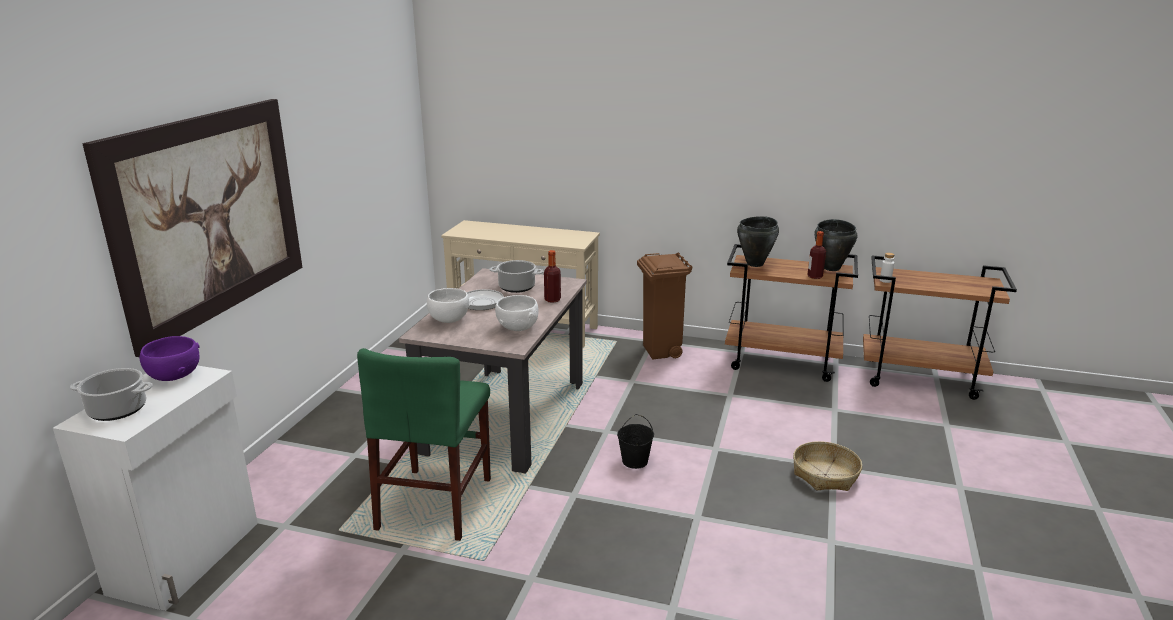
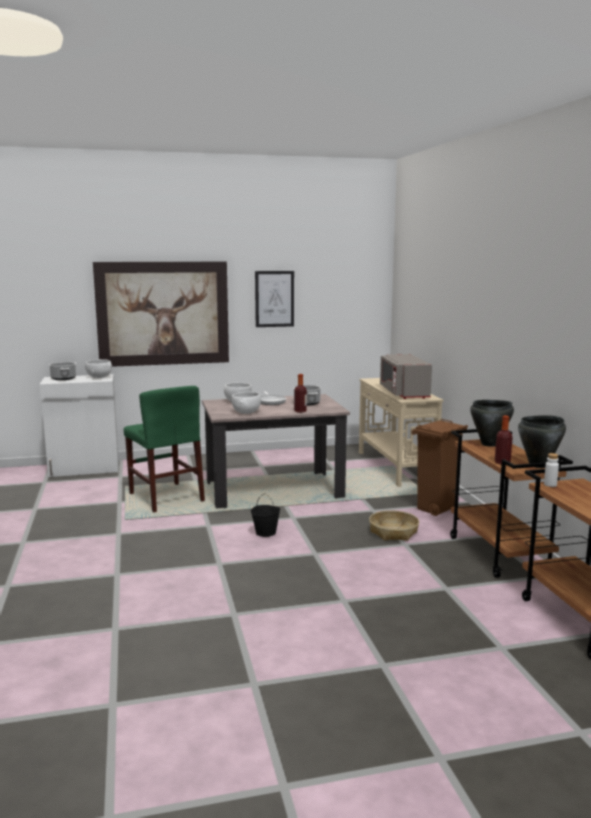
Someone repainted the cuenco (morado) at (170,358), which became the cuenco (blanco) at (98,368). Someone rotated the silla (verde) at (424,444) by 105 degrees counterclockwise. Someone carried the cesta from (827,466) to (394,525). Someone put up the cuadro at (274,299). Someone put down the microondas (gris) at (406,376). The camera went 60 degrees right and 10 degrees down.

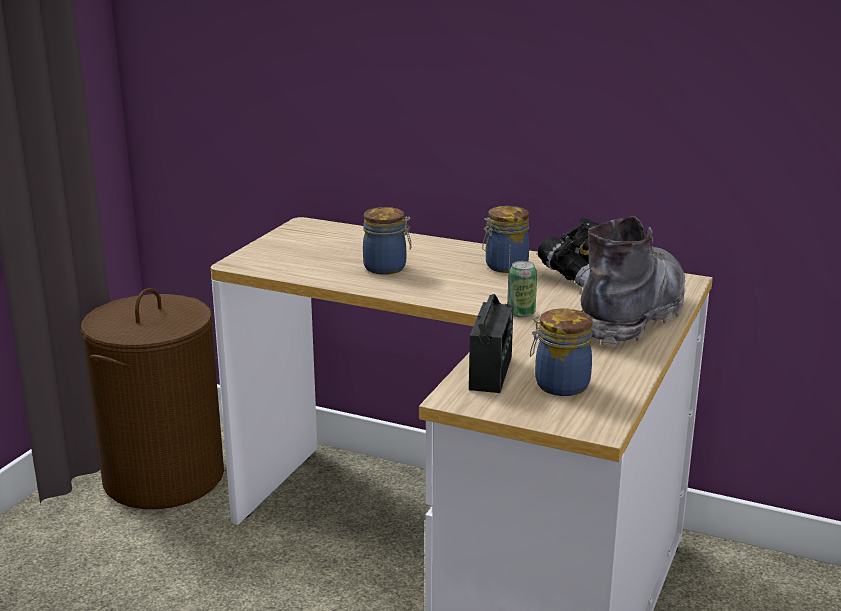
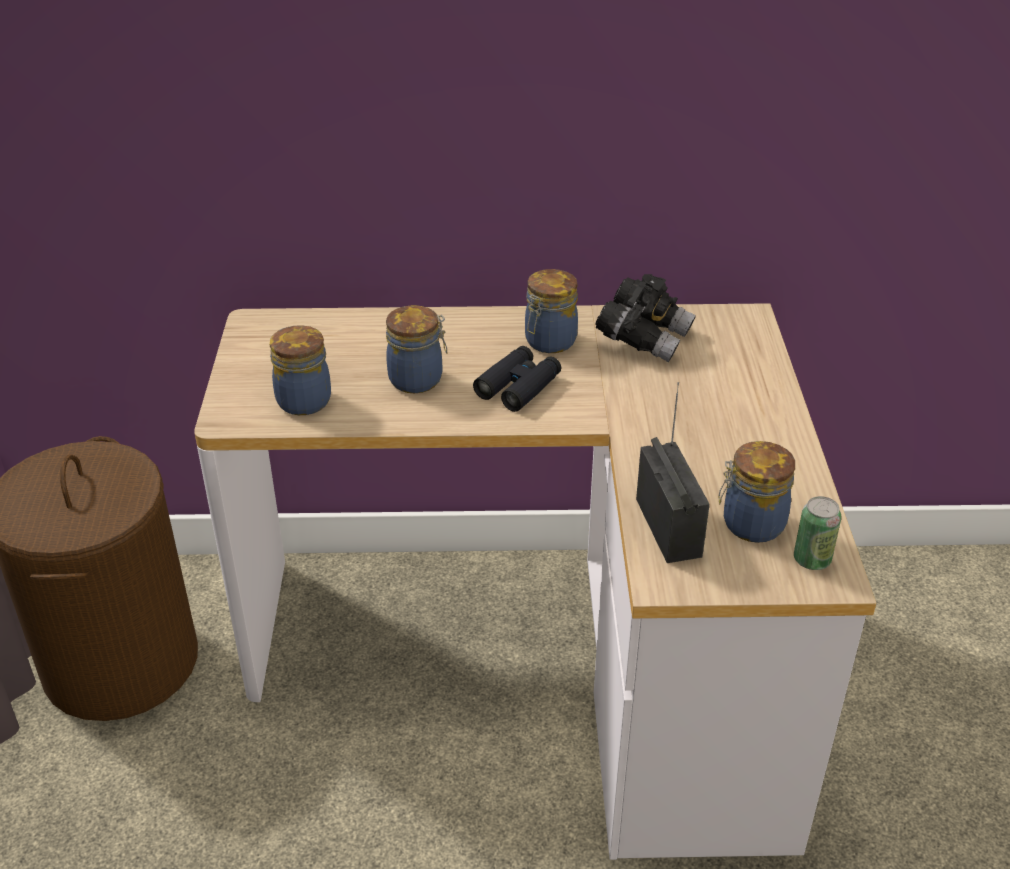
Someone carried the lata from (523,289) to (817,533). Someone took away the bota (gris) at (633,281). Someone put down the tarro at (300,370). Someone put down the prismáticos (negro) at (517,379). The camera went 25 degrees left and 15 degrees up.

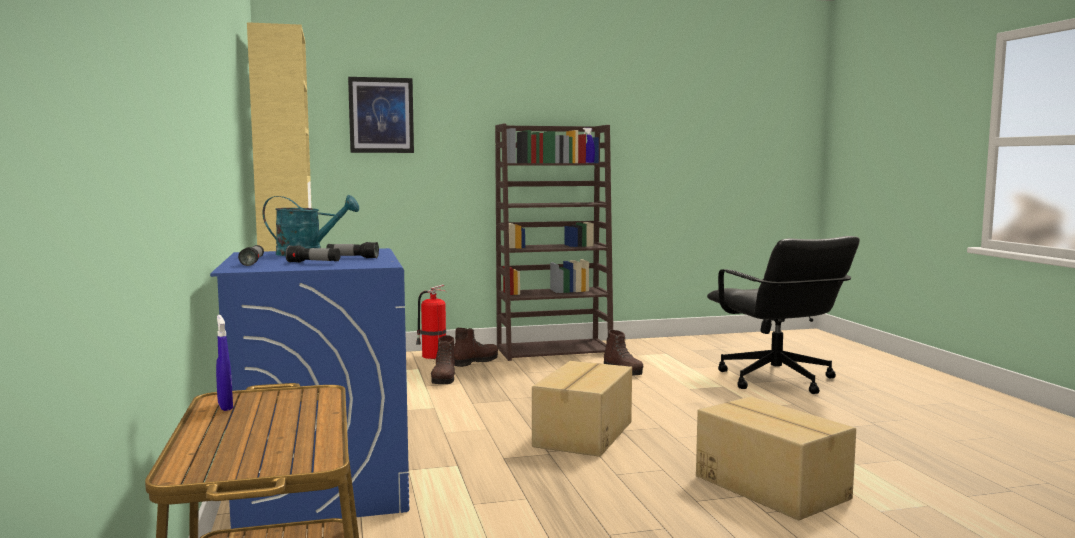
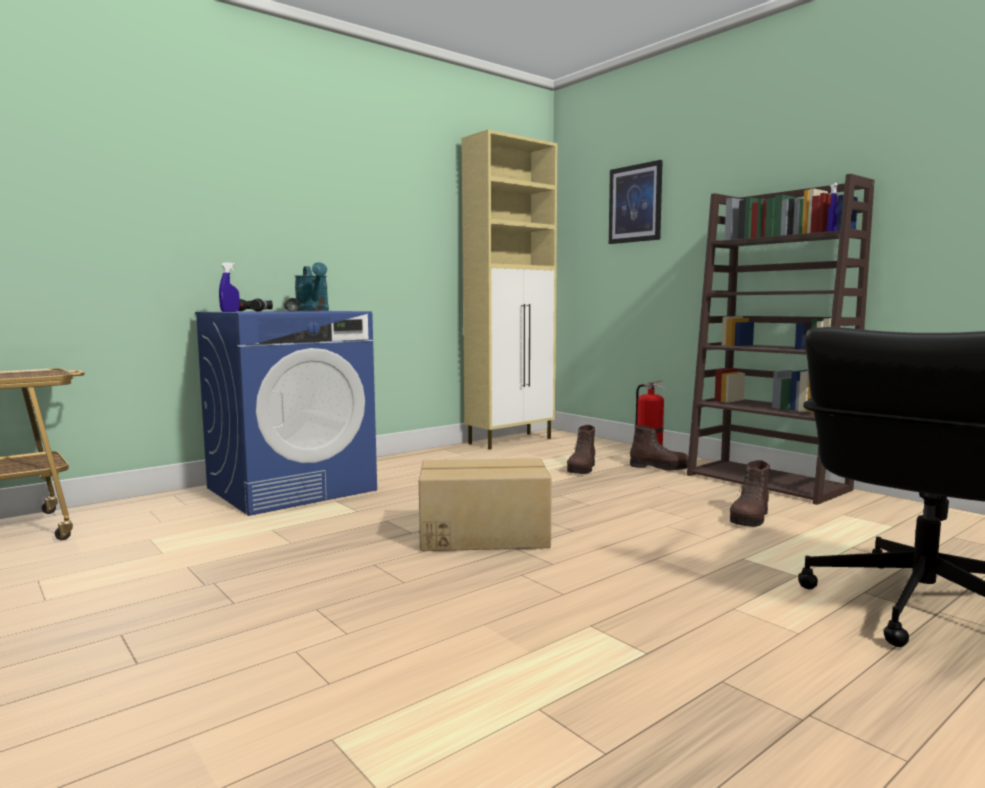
Someone carried the pulverizador (azul) from (224,363) to (229,287). Someone rotated the bota (marrón) at (443,359) by 45 degrees counterclockwise. Someone took away the caja de cartón at (776,458). The camera went 65 degrees right and 0 degrees up.

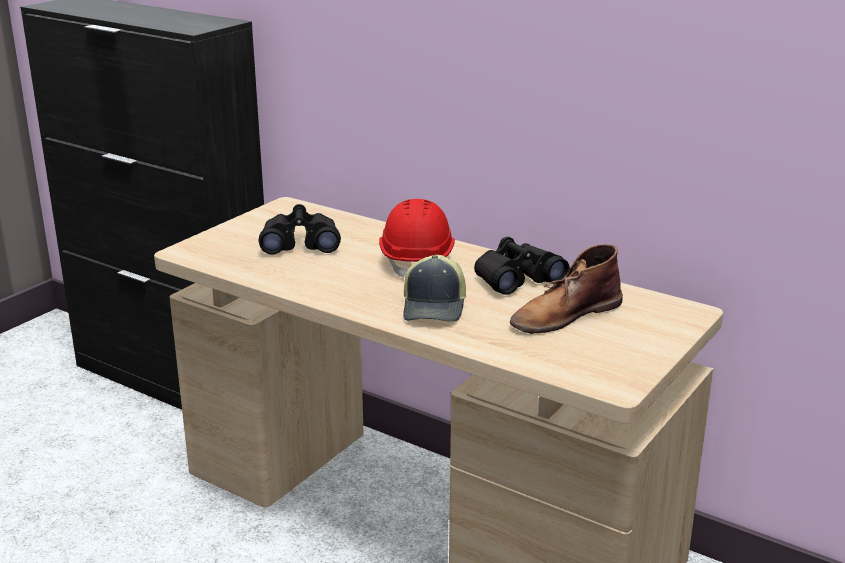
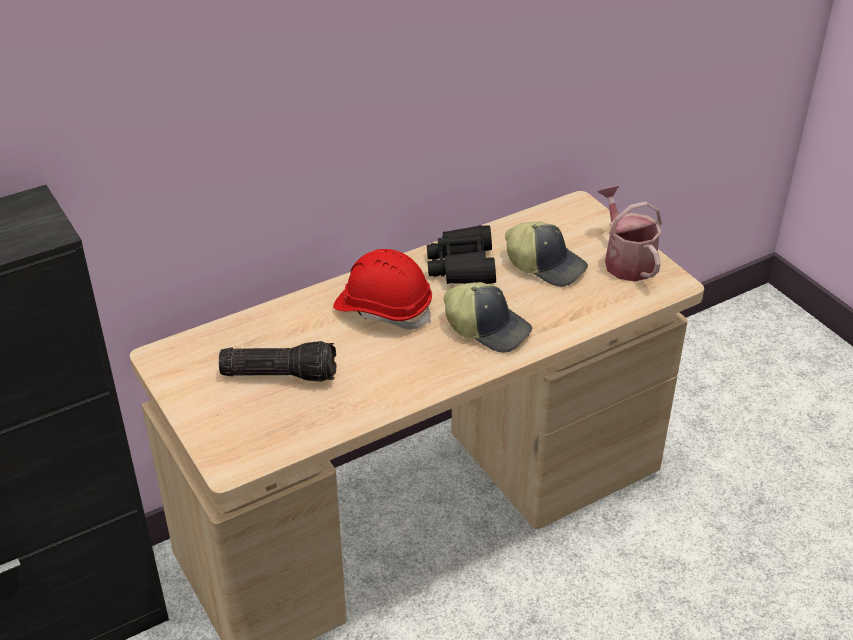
Someone swapped the prismáticos (negro) at (299,229) for the linterna at (277,361). Someone swapped the bota (marrón) at (566,289) for the gorra at (546,254). Someone put down the regadera at (630,233). The camera went 65 degrees left and 15 degrees up.

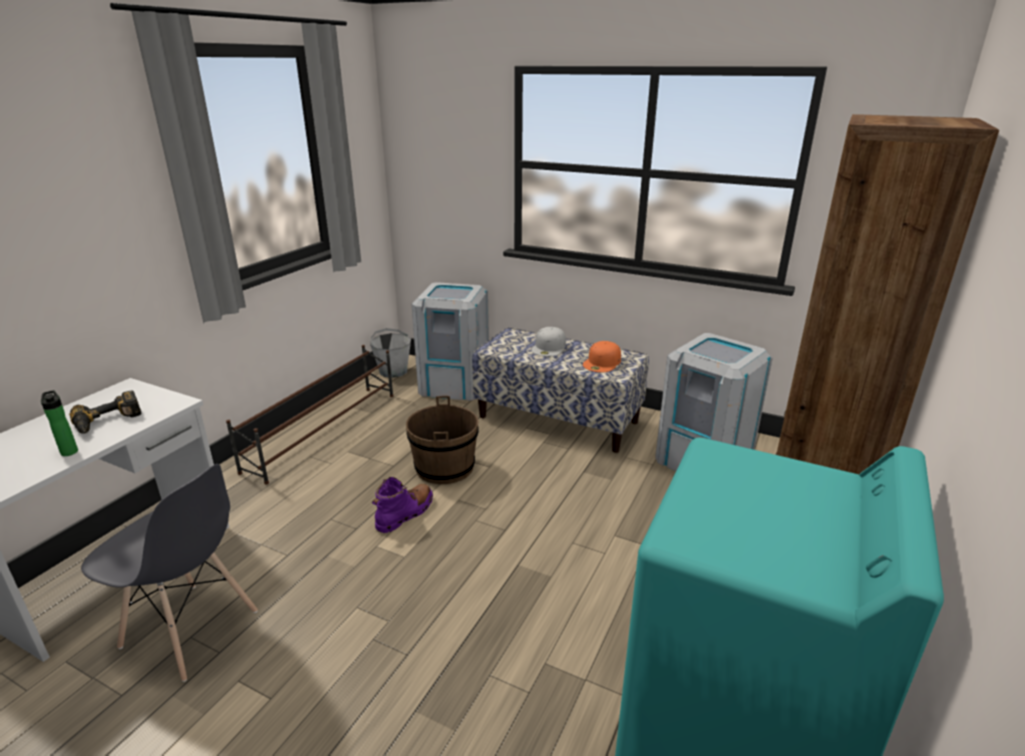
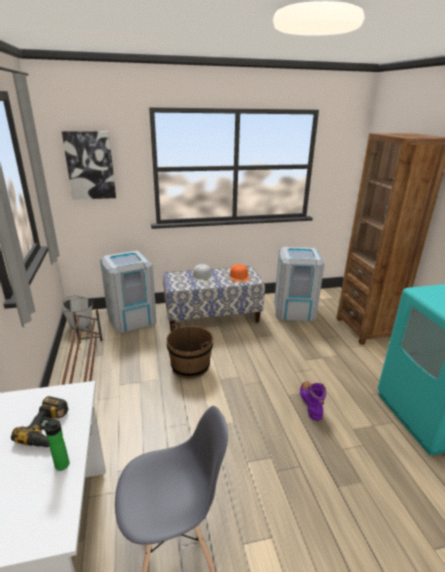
Someone carried the bota (morado) from (402,505) to (313,401). Someone put up the cuadro at (89,165). The camera went 40 degrees left and 0 degrees up.

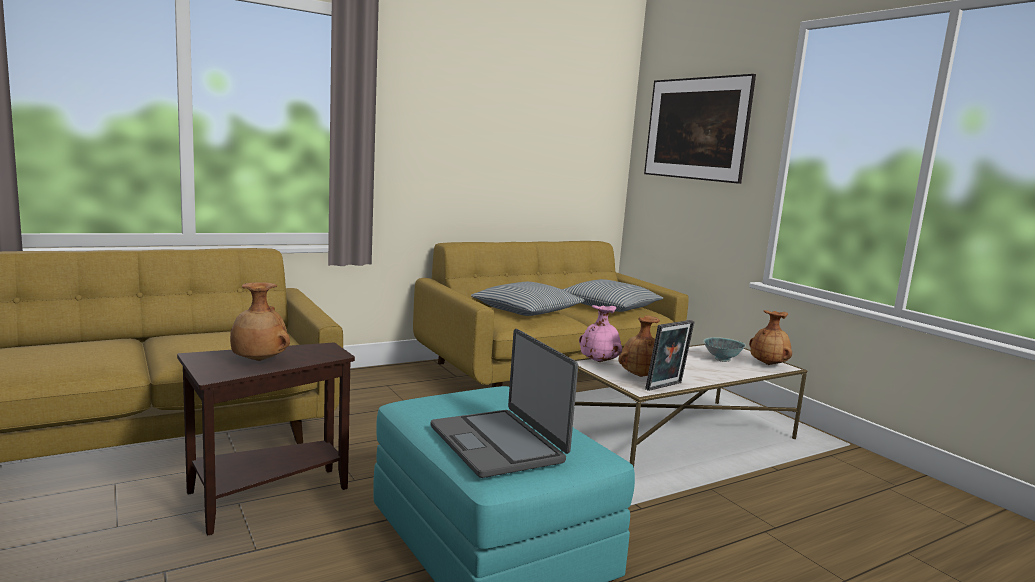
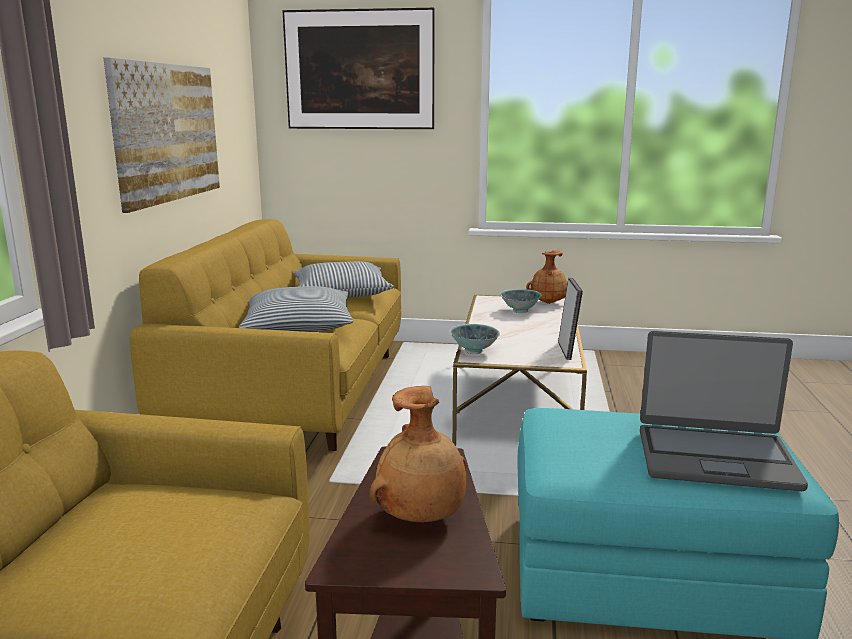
Someone swapped the florero (rosa) at (600,333) for the cuenco at (474,339). Someone took away the florero (marrón) at (639,346). Someone put up the cuadro at (162,135). The camera went 50 degrees left and 5 degrees up.

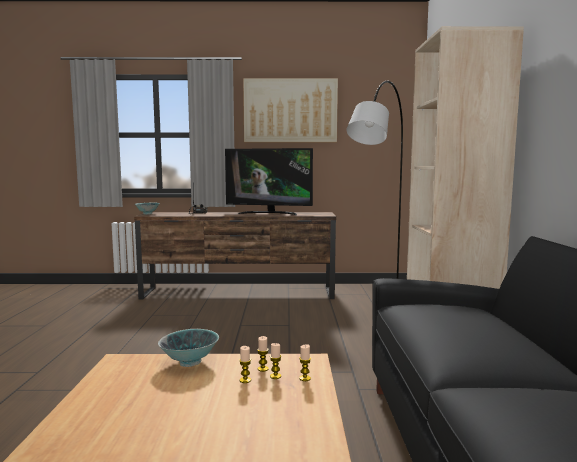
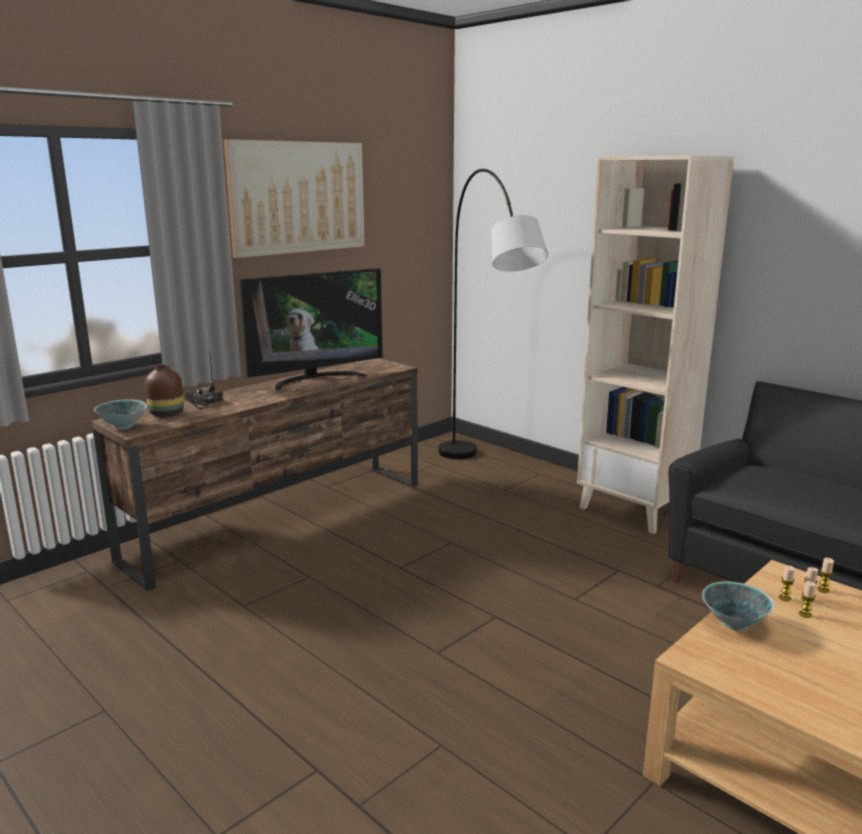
Someone put down the florero (marrón) at (164,391). The camera went 45 degrees left and 10 degrees up.

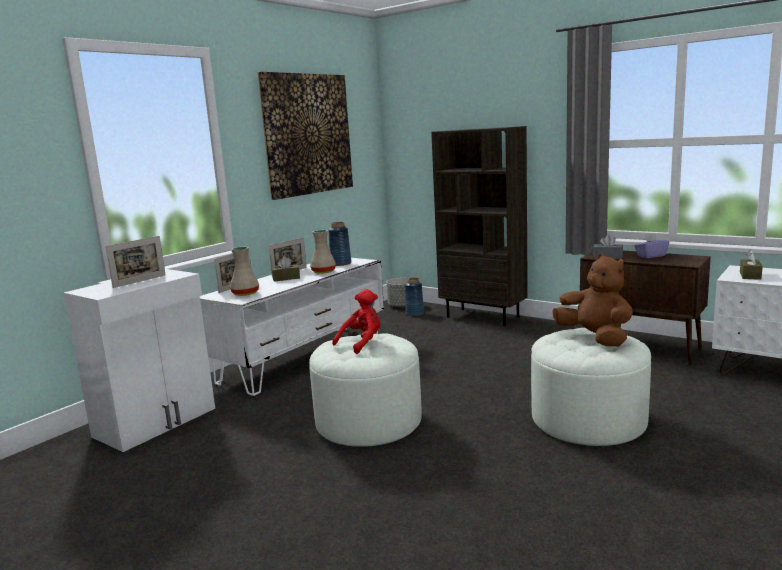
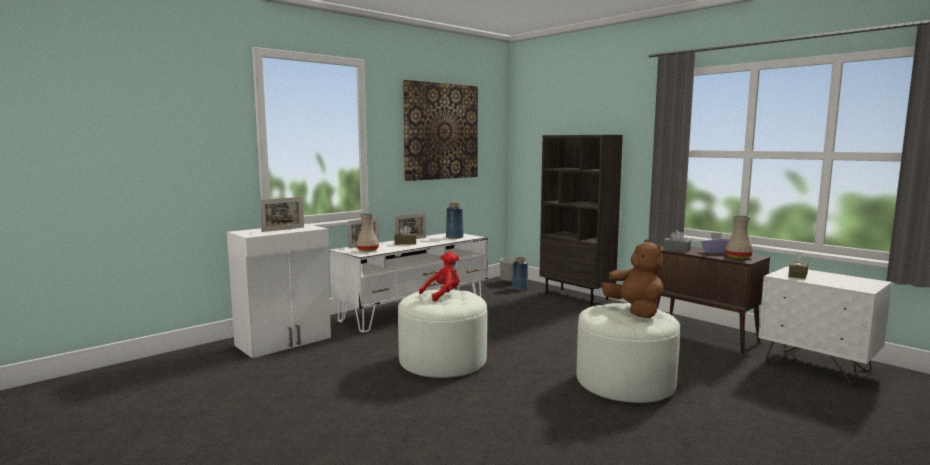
Someone carried the florero (beis) from (323,252) to (739,237). The camera went 10 degrees right and 5 degrees down.

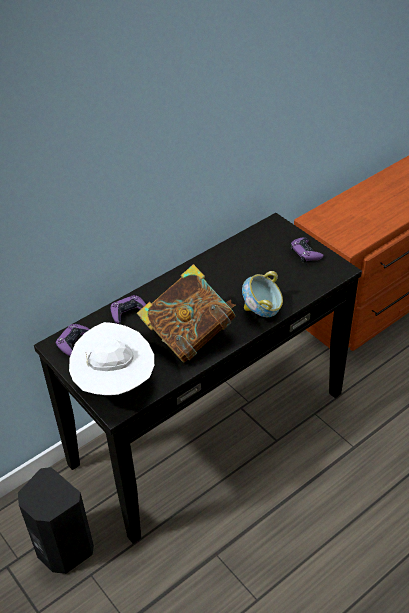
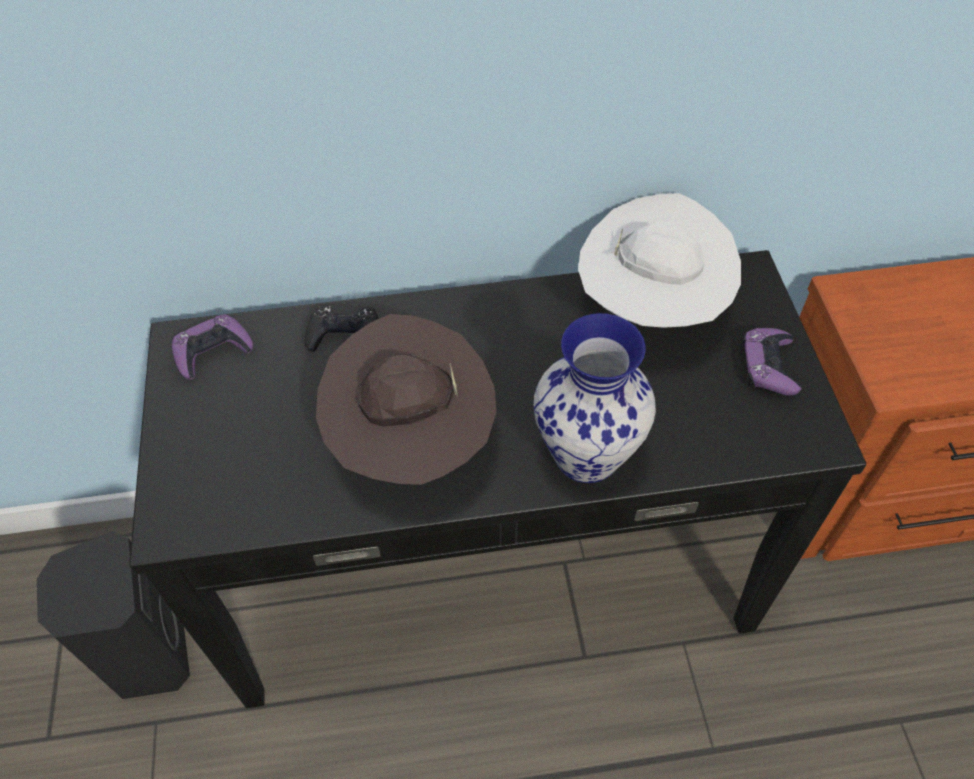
Someone carried the sombrero (blanco) from (111,358) to (659,260). Someone repainted the mando de consola (morado) at (128,309), which became the mando de consola (negro) at (342,328). Someone swapped the libro at (186,313) for the sombrero (marrón) at (406,399). Someone swapped the cuenco at (262,294) for the florero at (595,398). The camera went 30 degrees right and 10 degrees up.

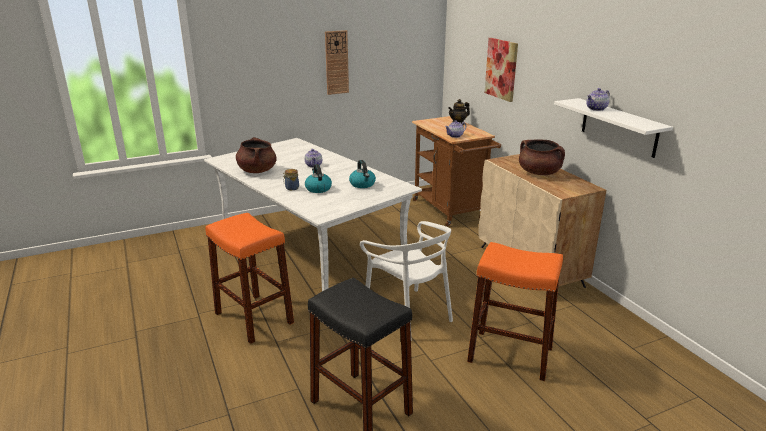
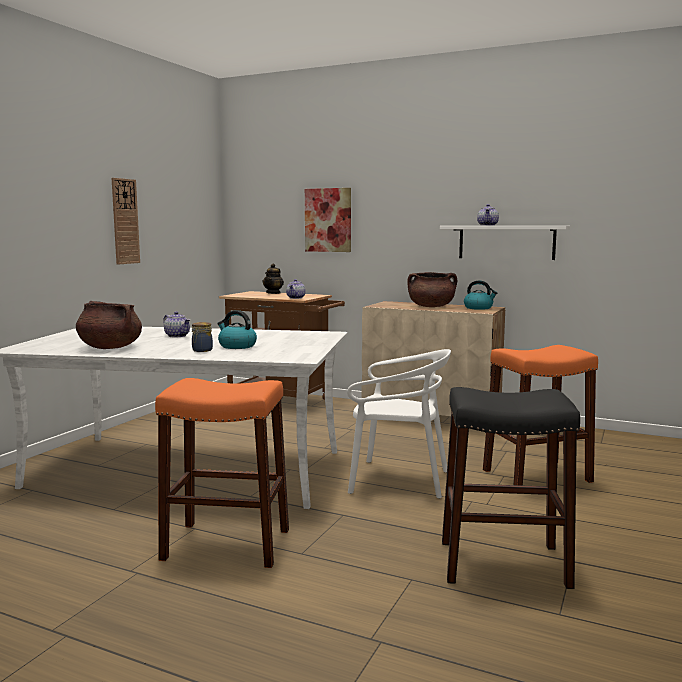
Someone carried the hervidor from (362,174) to (480,295). The camera went 40 degrees left and 15 degrees down.

